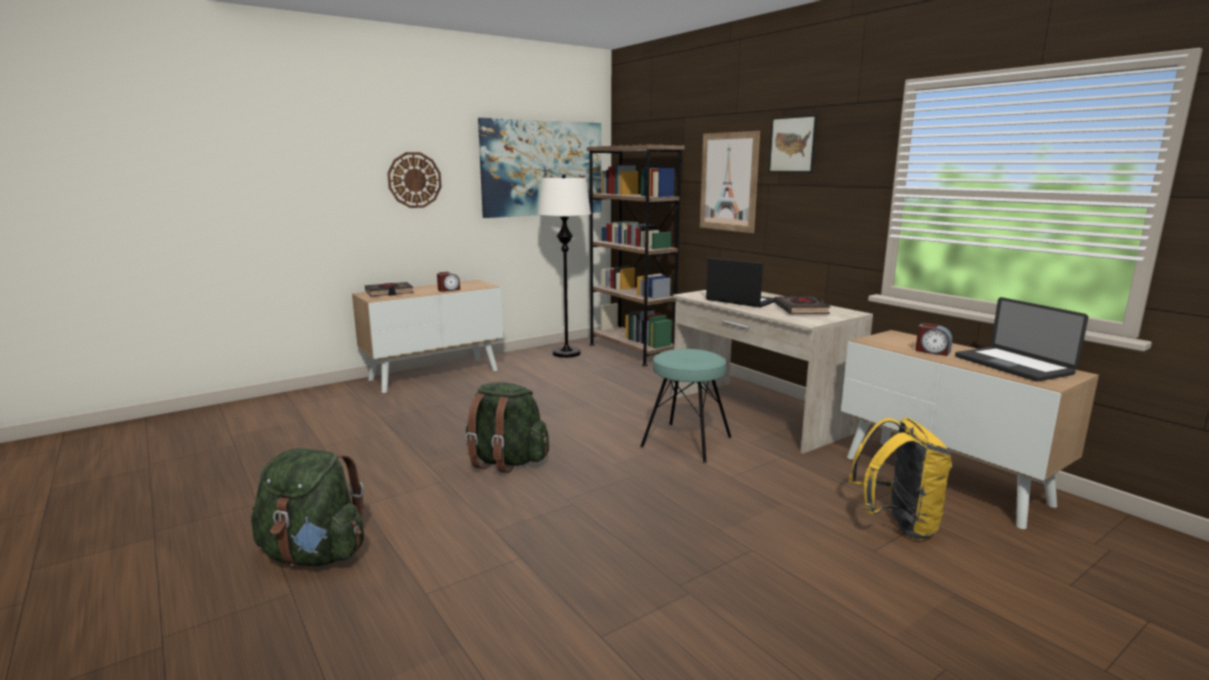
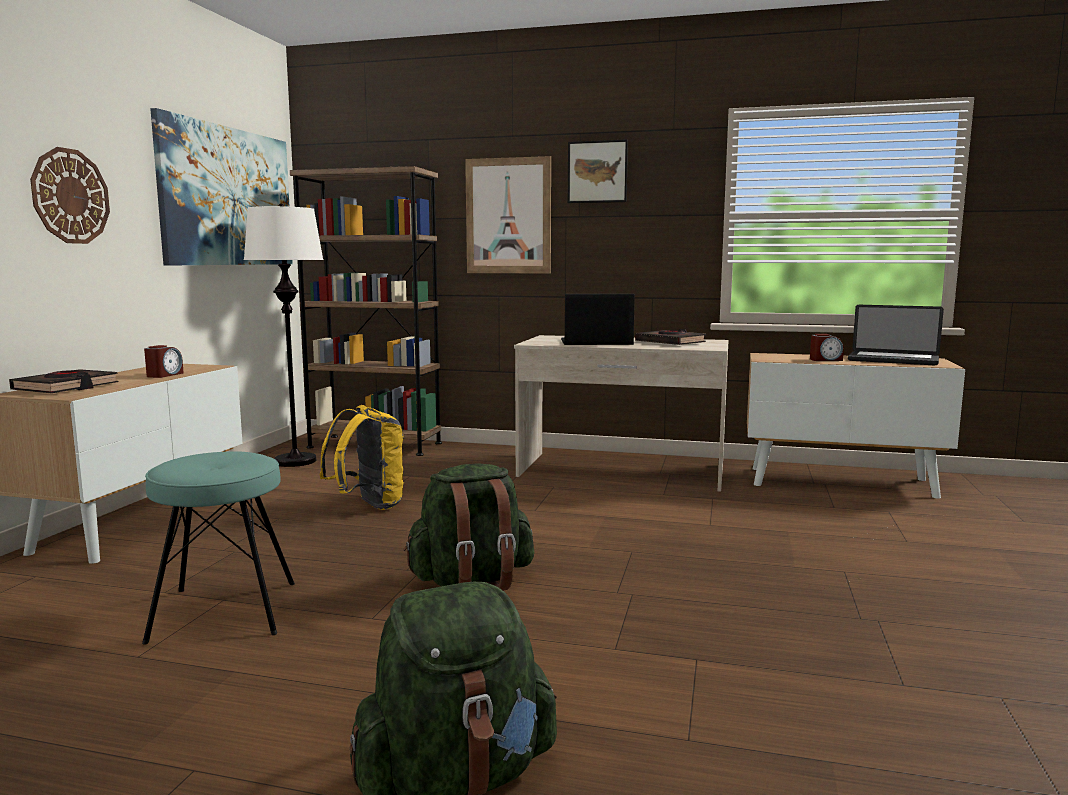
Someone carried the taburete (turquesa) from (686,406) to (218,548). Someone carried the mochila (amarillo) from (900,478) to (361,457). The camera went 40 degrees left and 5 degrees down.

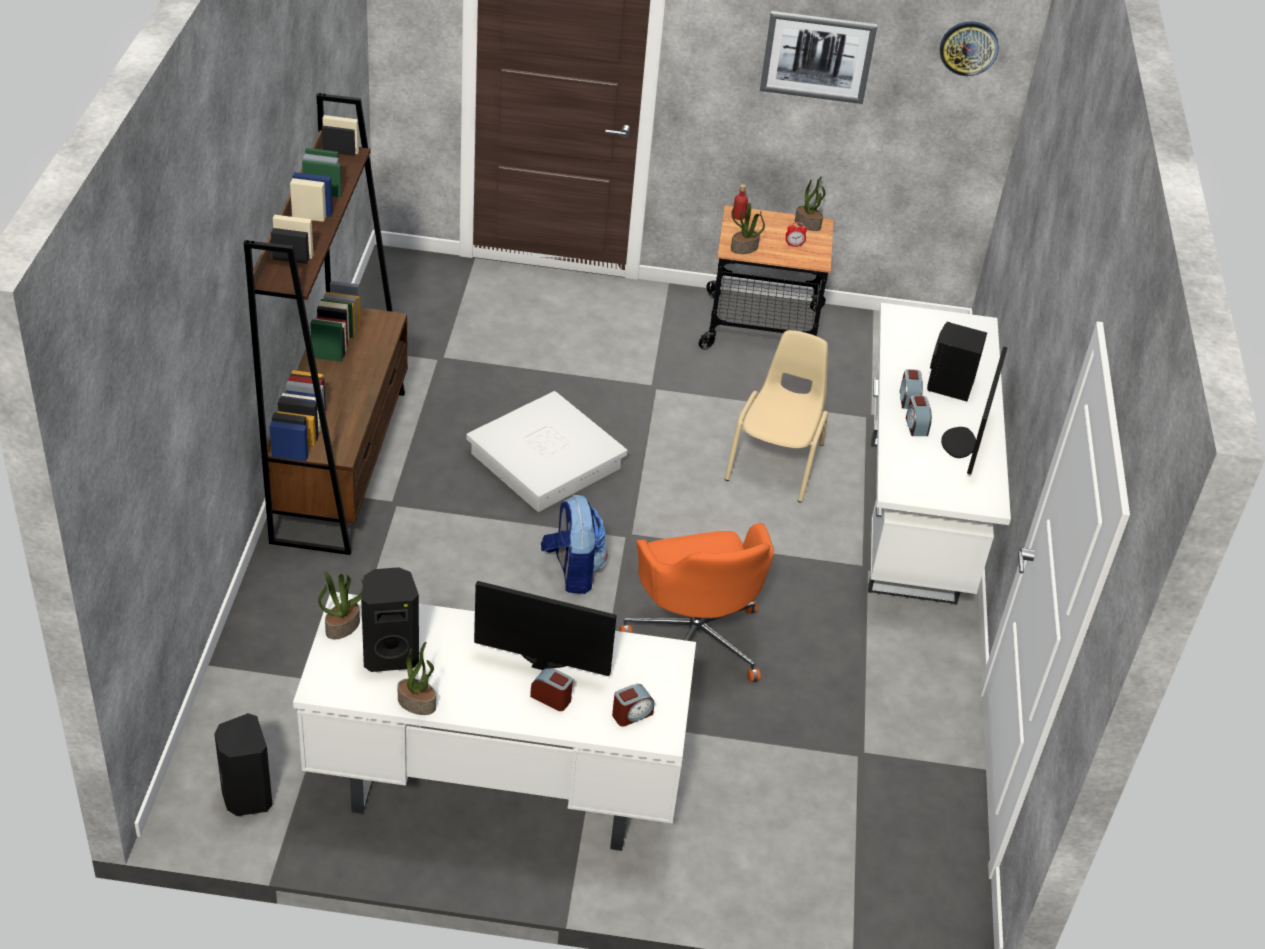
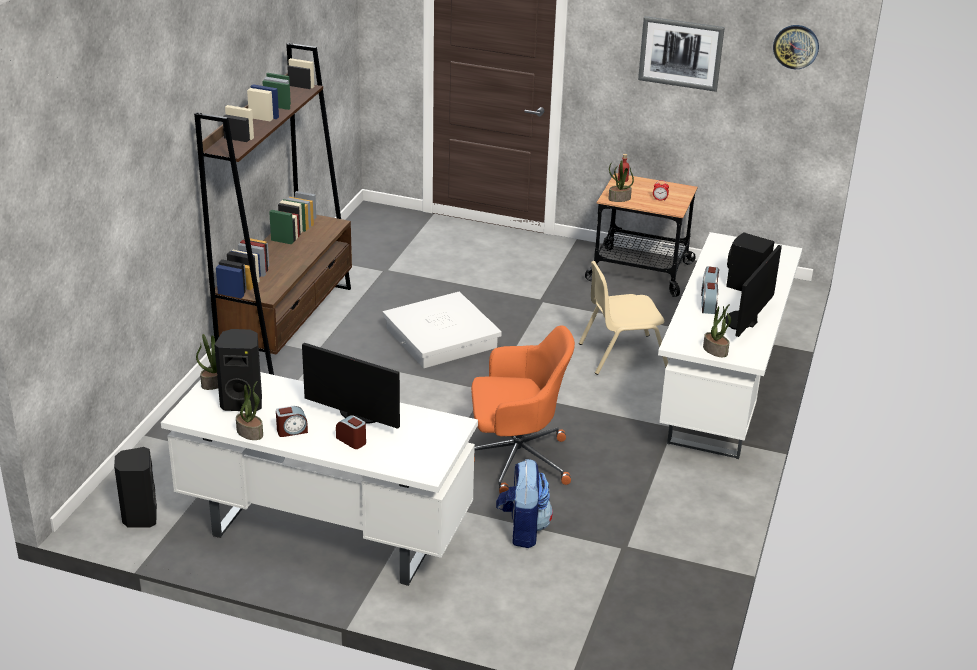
Someone carried the mochila from (574,544) to (524,503). Someone carried the despertador from (633,705) to (292,421). Someone rotated the silla de oficina (naranja) at (697,602) by 90 degrees counterclockwise. Someone rotated the silla (beis) at (776,416) by 135 degrees counterclockwise. Someone carried the planta en maceta from (810,203) to (717,330). The camera went 15 degrees right and 10 degrees down.

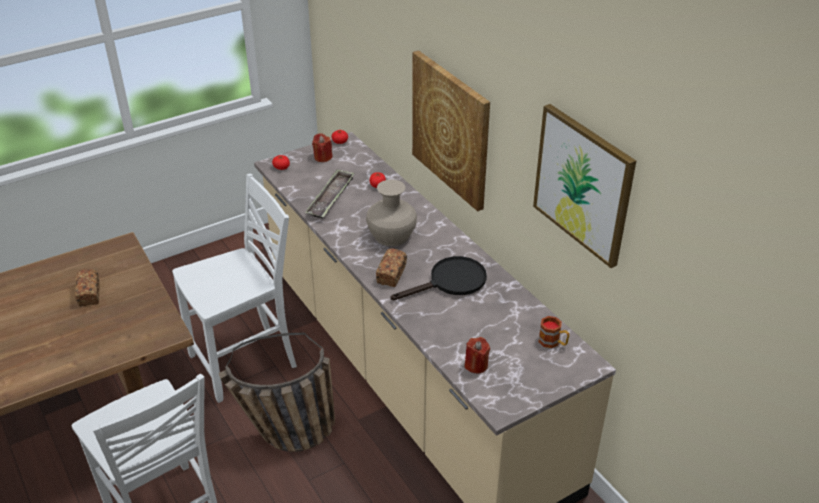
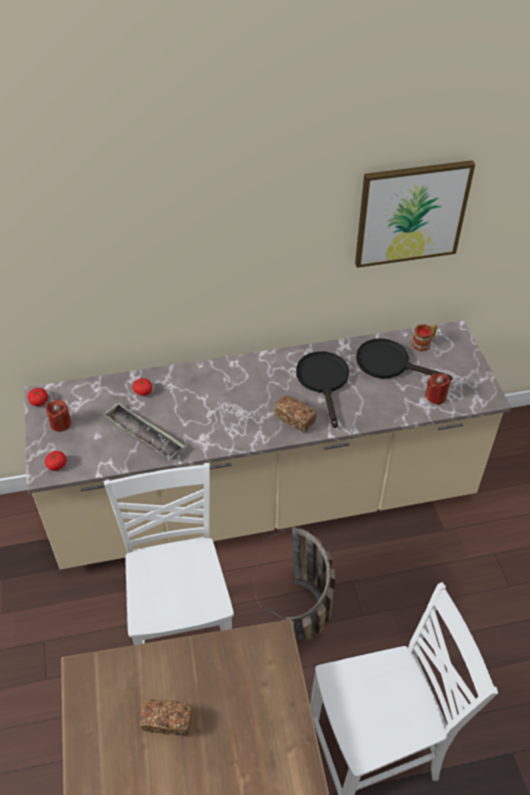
Someone took away the florero (beis) at (391,213). Someone took away the cuadro at (451,130). Someone put down the sartén (negro) at (404,359). The camera went 70 degrees left and 10 degrees up.

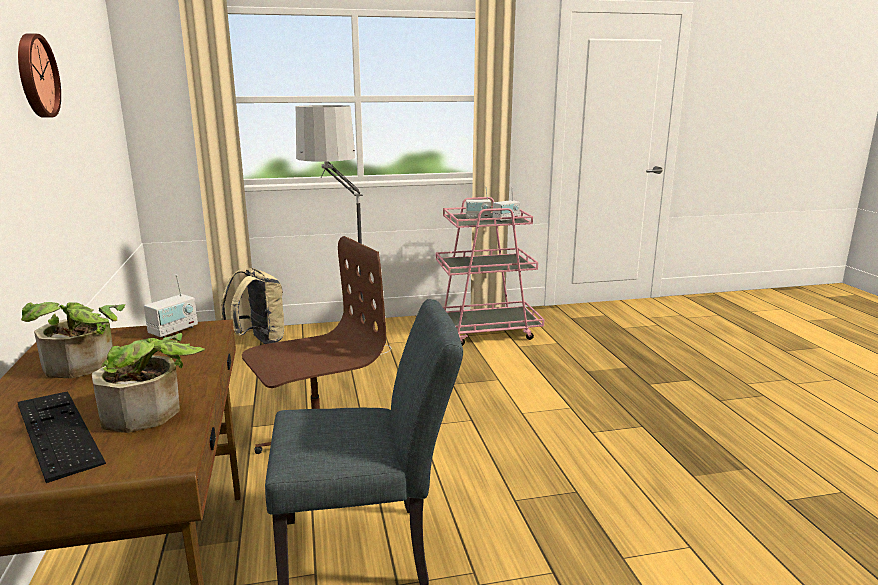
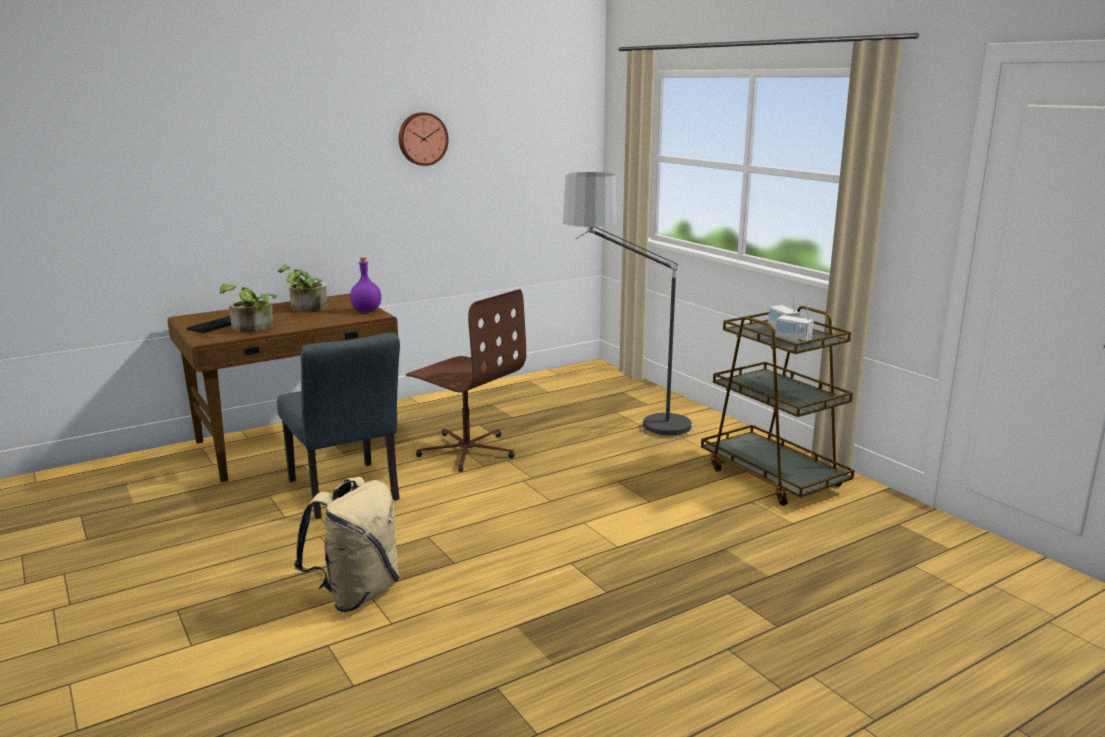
Someone swapped the radio at (171,305) for the botella (morado) at (365,284). Someone carried the mochila (beis) from (253,306) to (346,544). Someone repainted the carrito (rosa) at (490,271), which became the carrito (marrón) at (777,406). The camera went 70 degrees right and 0 degrees up.

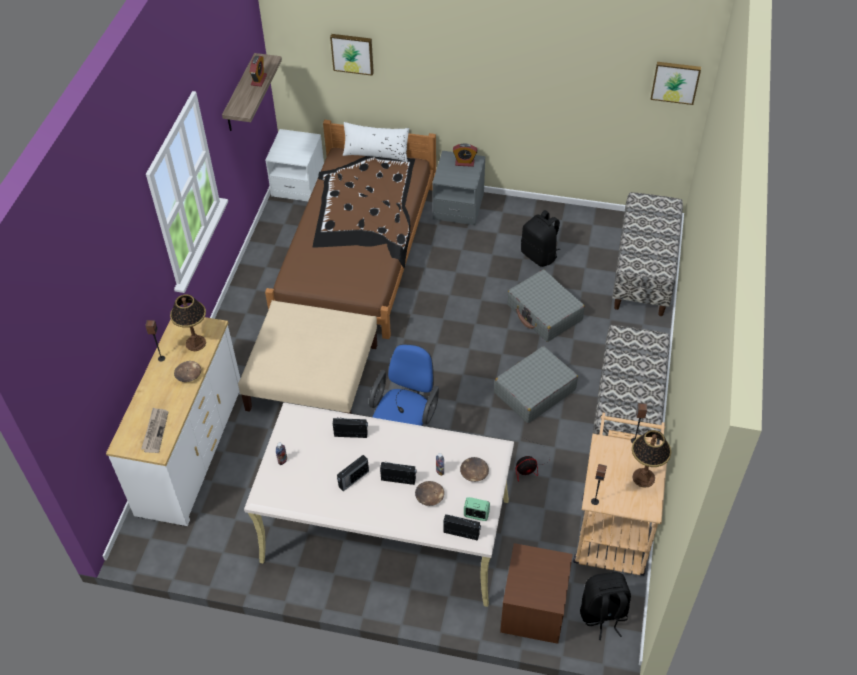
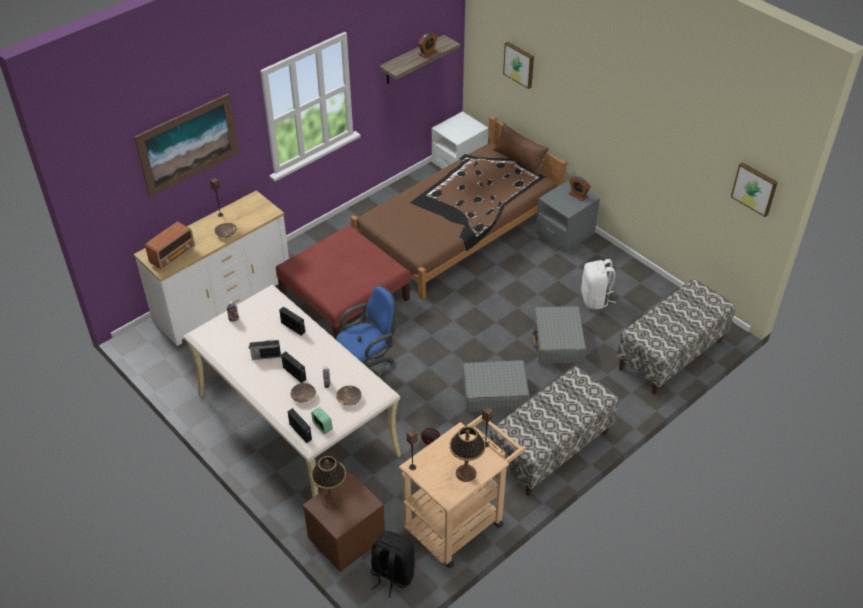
Someone swapped the periódico at (154,430) for the radio at (170,246). Someone carried the lámpara de mesa from (188,322) to (328,482). Someone repainted the puf (beis) at (307,357), which became the puf (rojo) at (343,282). Someone repainted the cojín (blanco) at (376,142), which became the cojín (marrón) at (521,149). Someone repainted the mochila (negro) at (540,238), which became the mochila (blanco) at (598,284). Someone put up the cuadro at (186,145). The camera went 35 degrees right and 5 degrees down.

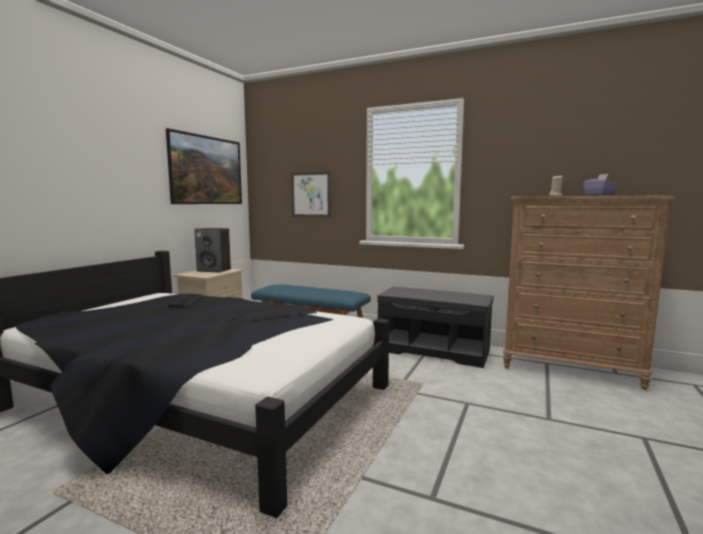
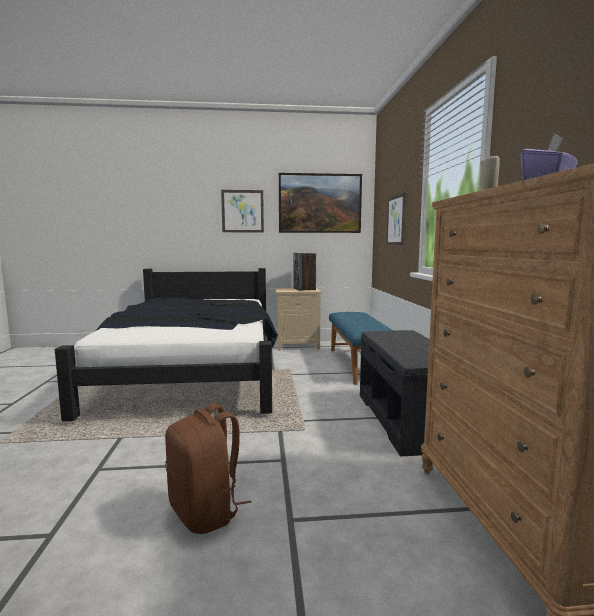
Someone put down the mochila (marrón) at (208,469). Someone put up the cuadro at (242,211). The camera went 60 degrees right and 0 degrees up.

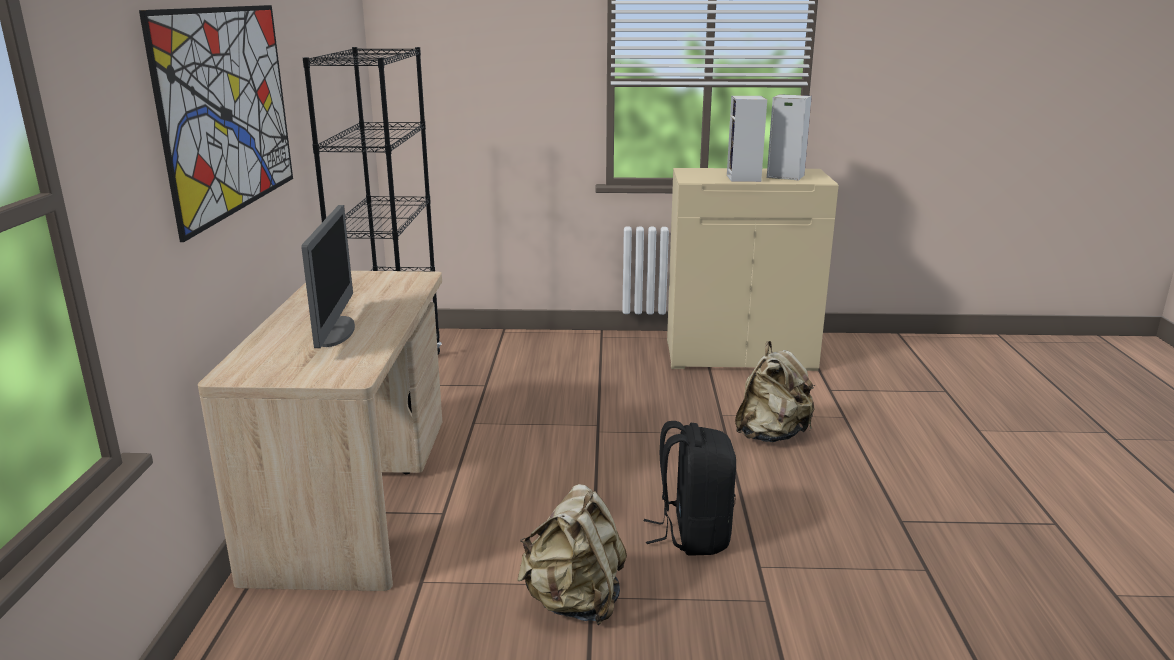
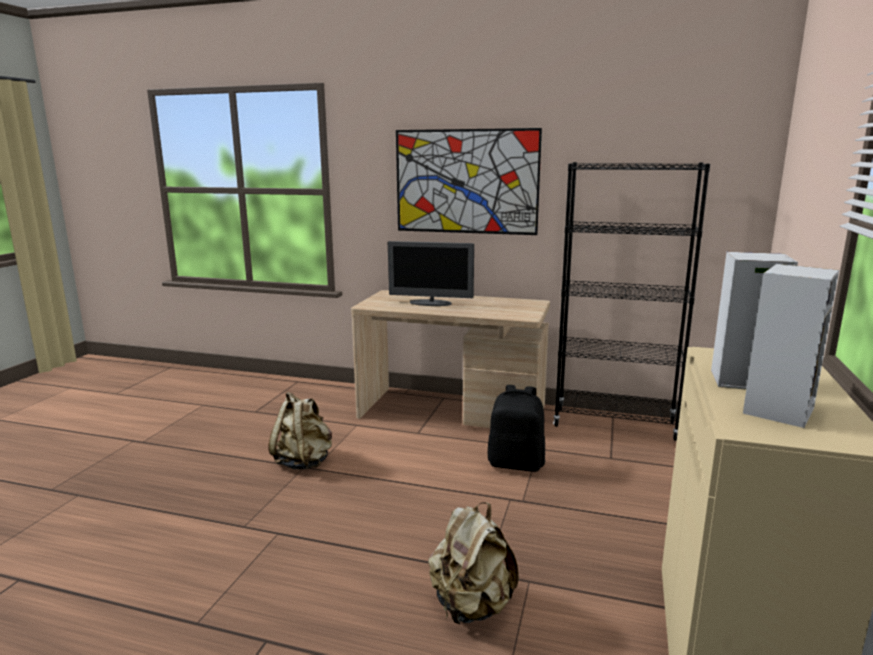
Someone carried the mochila (negro) from (689,488) to (516,428). The camera went 105 degrees right and 5 degrees down.

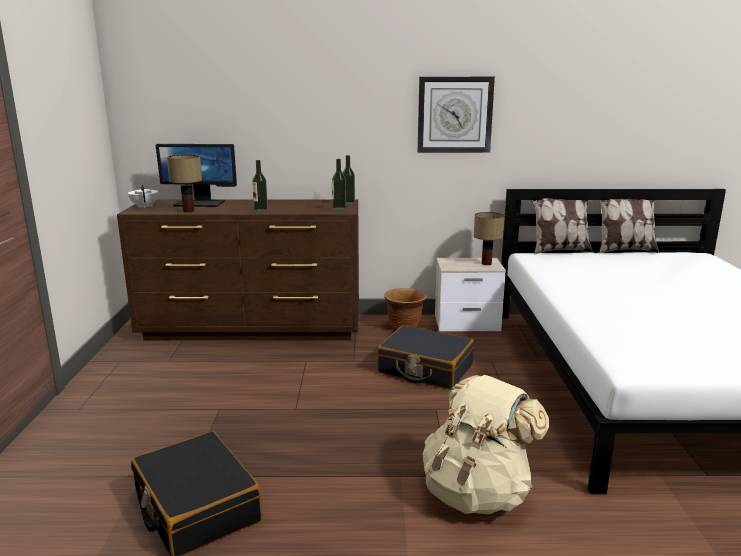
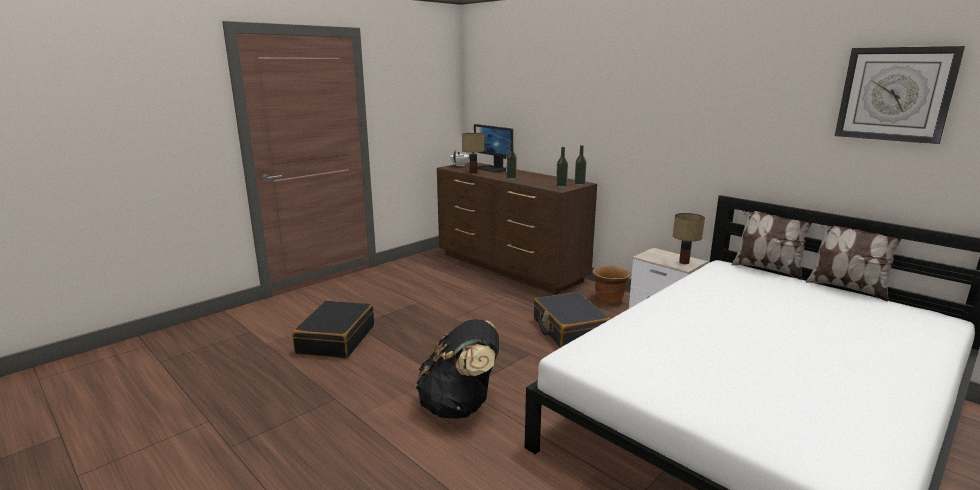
Someone carried the reloj de pared from (456,115) to (900,95). Someone repainted the mochila (beis) at (486,444), which became the mochila (negro) at (457,369). The camera went 45 degrees right and 0 degrees up.

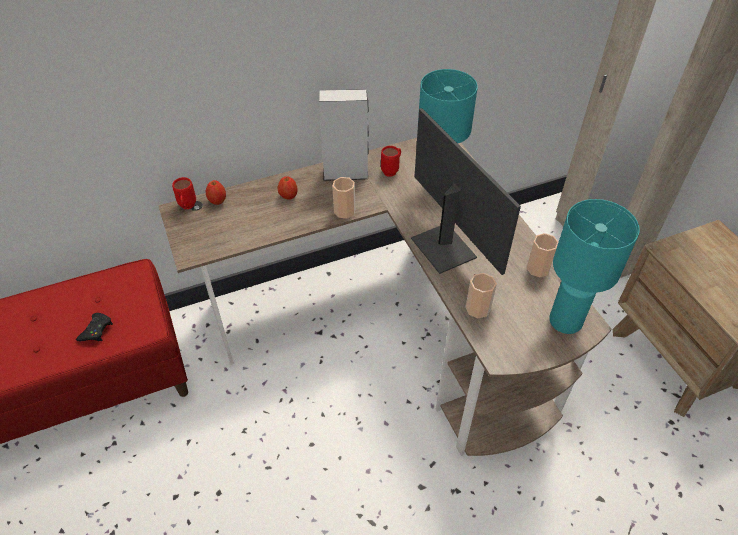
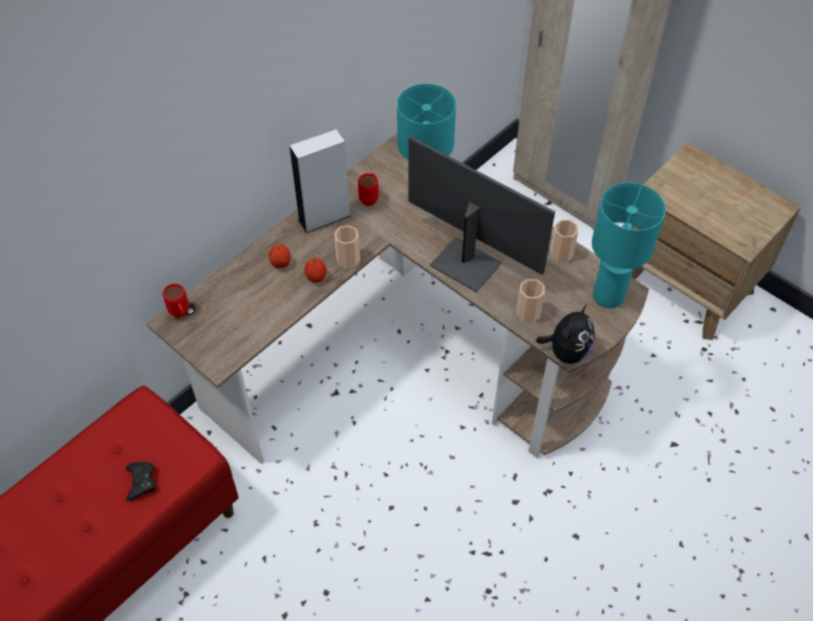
Someone carried the manzana from (215,192) to (316,270). Someone put down the peluche at (565,334). The camera went 25 degrees left and 5 degrees up.

